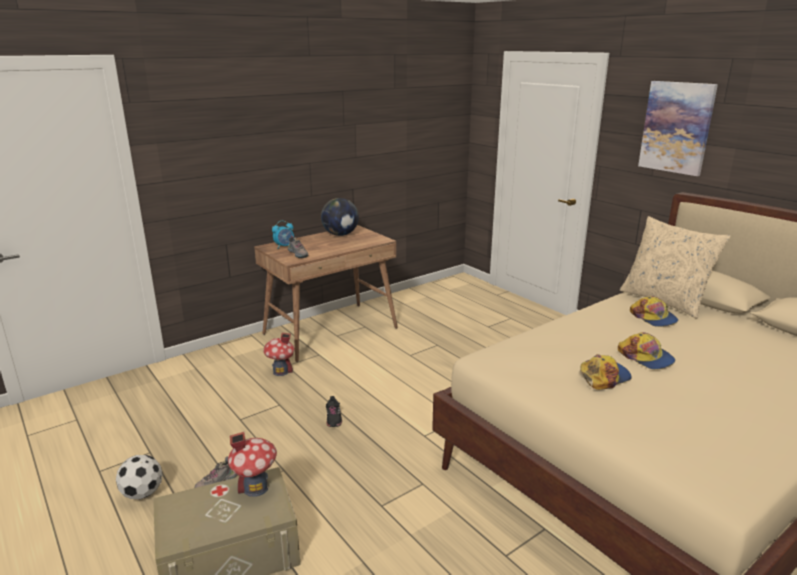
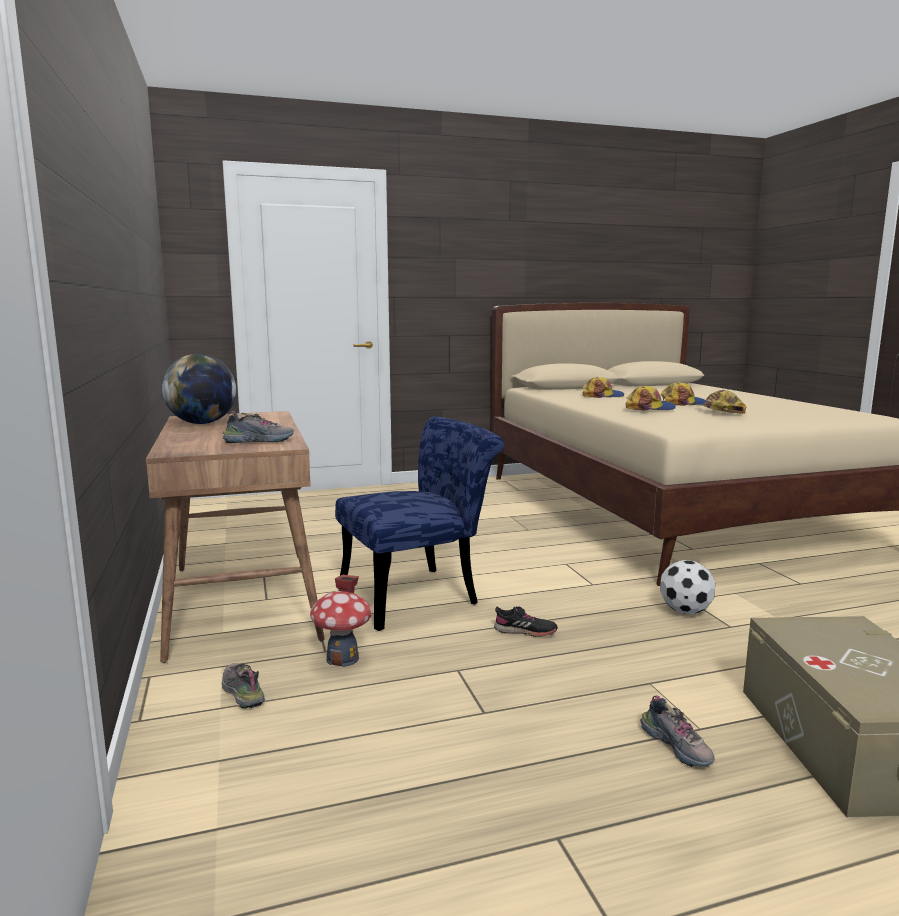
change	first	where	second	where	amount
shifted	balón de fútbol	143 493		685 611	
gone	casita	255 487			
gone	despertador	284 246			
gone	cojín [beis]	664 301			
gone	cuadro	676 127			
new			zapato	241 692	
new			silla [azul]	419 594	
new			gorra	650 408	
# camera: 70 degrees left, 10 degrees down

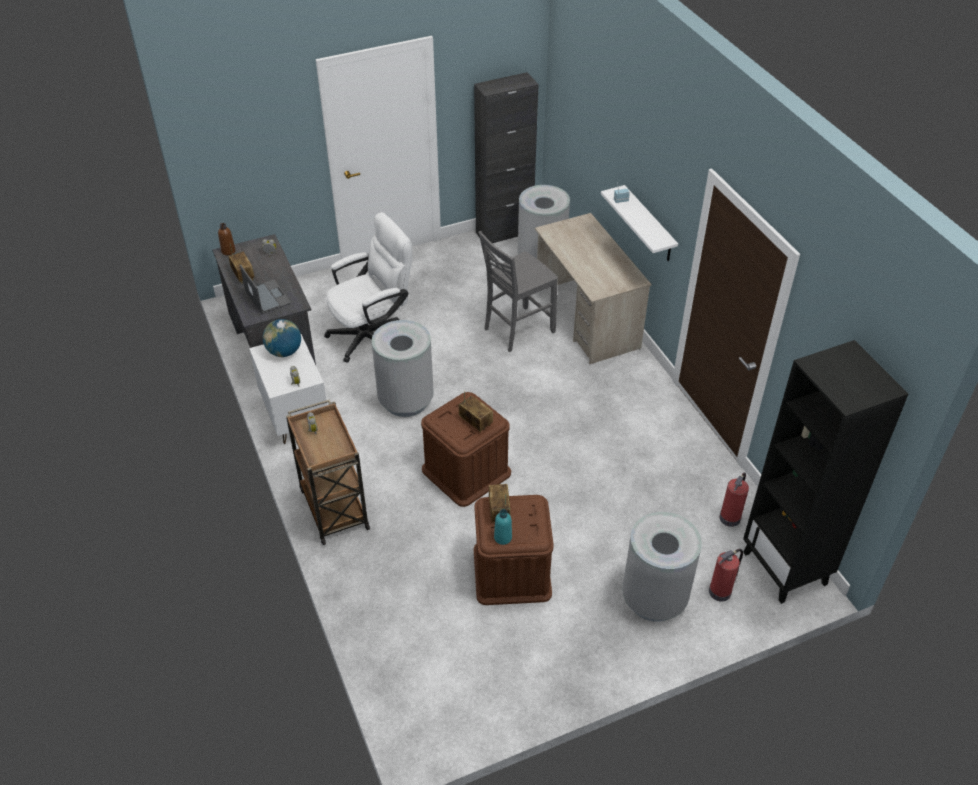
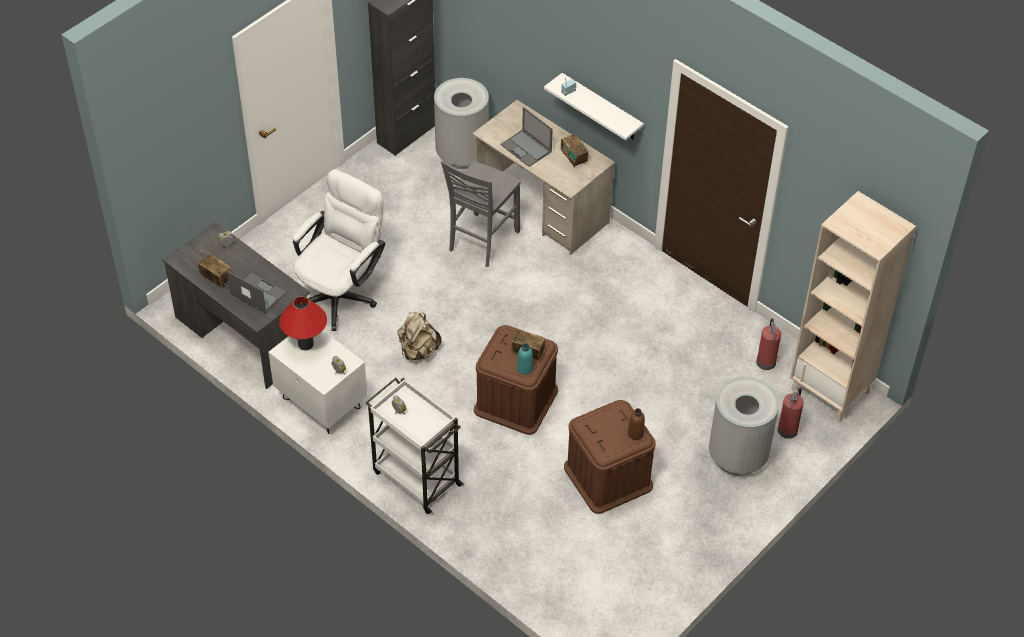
change	first	where	second	where	amount
shifted	botella [marrón]	228 251		635 433	
swapped	globo terráqueo	284 352	lámpara de mesa [rojo]	306 344	
repainted	carrito [marrón]	333 508	carrito [blanco]	415 477	
swapped	papelera [gris]	406 401	mochila [beis]	418 351	
shifted	radio	499 511		574 158	
shifted	botella [turquesa]	503 537		524 369	
repainted	estantería [negro]	785 568	estantería [beis]	830 390	
new			portátil	526 148	
# camera: 25 degrees left, 5 degrees up

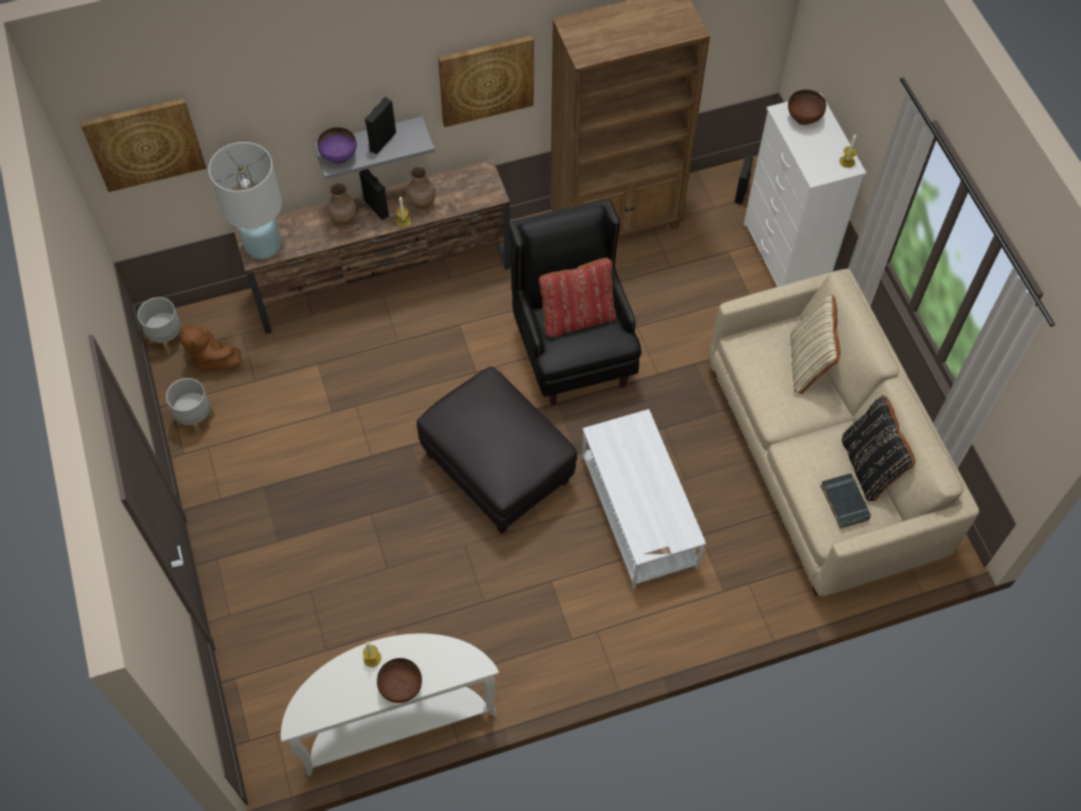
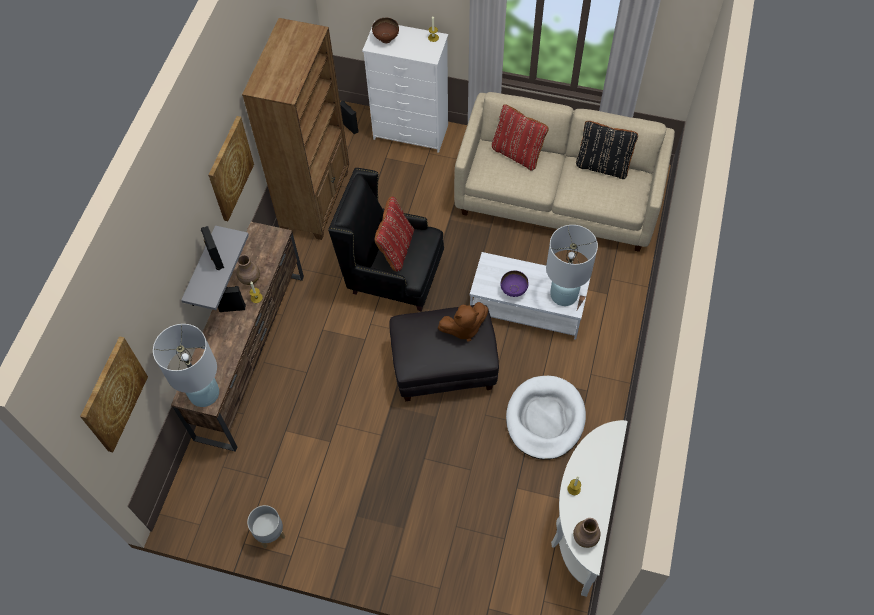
change	first	where	second	where	amount
gone	maceta [gris]	167 339			
shifted	peluche [marrón]	212 358		463 328	
shifted	cuenco [morado]	339 157		513 290	
shifted	florero [marrón]	343 218		585 538	
gone	cuenco [marrón]	401 687			
repainted	cojín [beis]	808 364	cojín [rojo]	517 153	
gone	libro [negro]	845 502			
new			cama para perro [blanco]	545 419	
new			lámpara de mesa [blanco]	563 295	
# camera: 55 degrees left, 0 degrees up

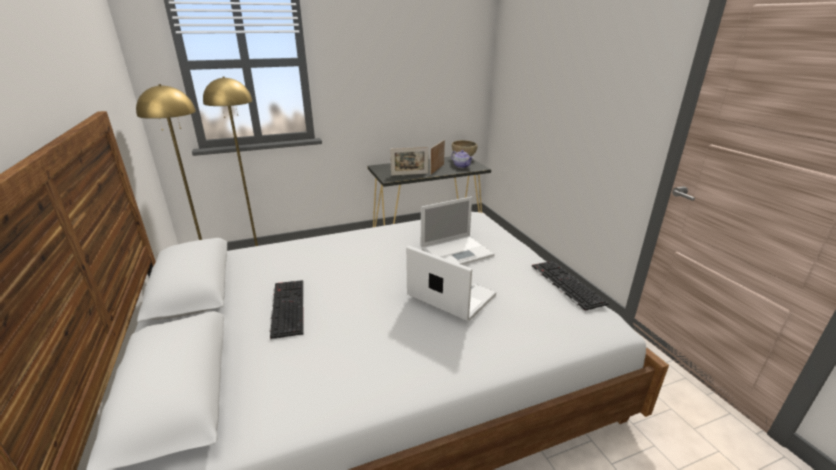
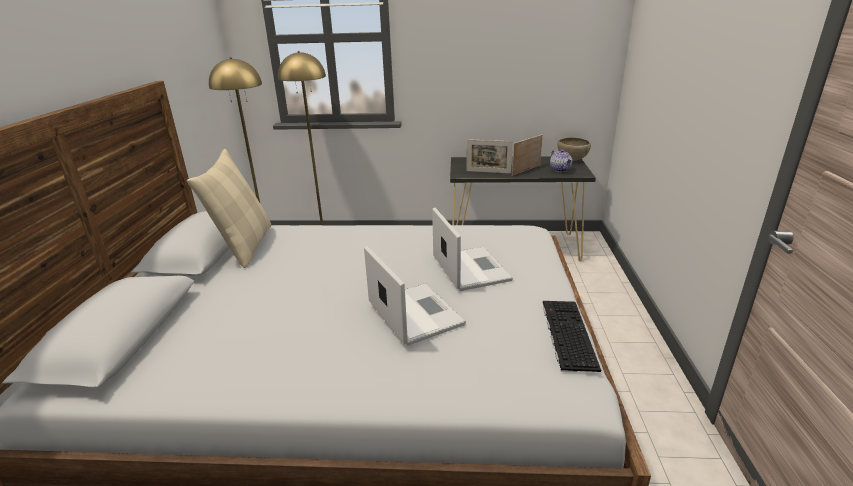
change	first	where	second	where	amount
gone	teclado	286 307			
rotated	portátil	457 252		470 268	105 degrees counterclockwise
new			cojín [beis]	245 246	
# camera: 25 degrees right, 0 degrees up

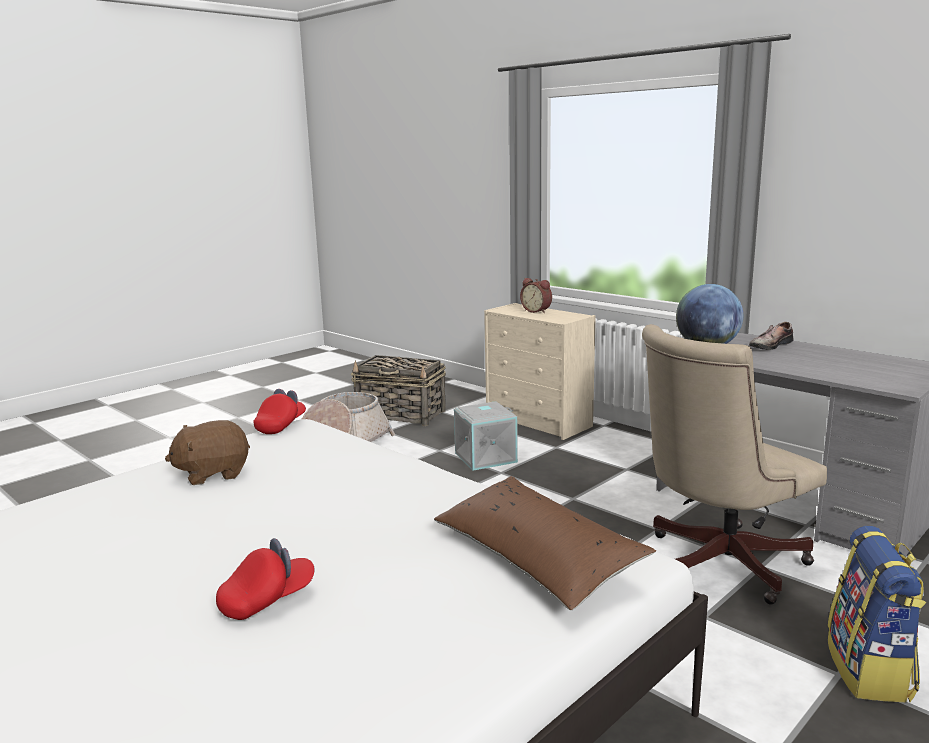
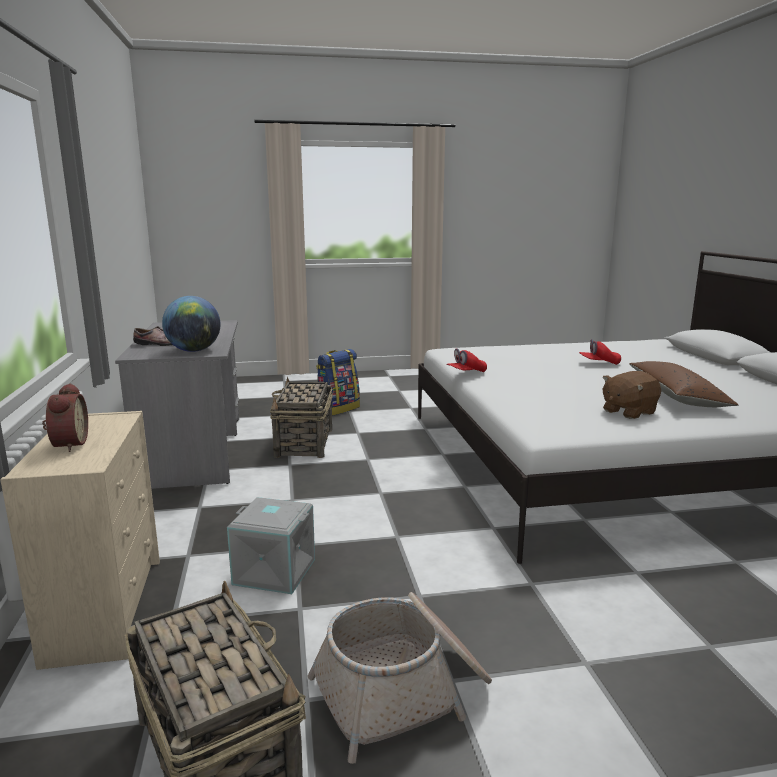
change	first	where	second	where	amount
rotated	peluche [marrón]	213 473		628 412	135 degrees clockwise
shifted	gorra [rojo]	281 425		466 373	
shifted	cojín [marrón]	536 557		677 396	
swapped	silla de oficina [beis]	717 564	cesta	304 443	
# camera: 145 degrees left, 0 degrees up

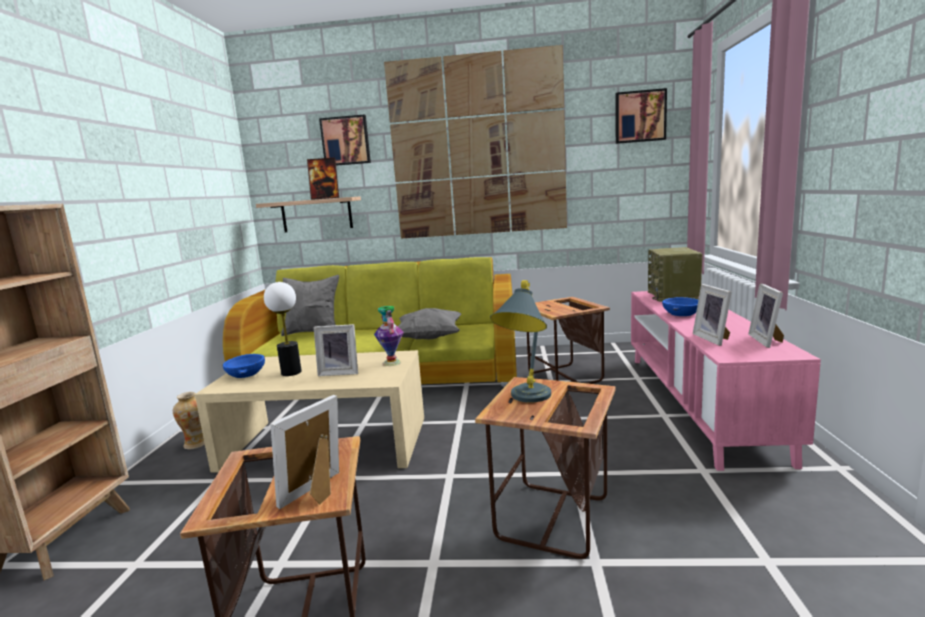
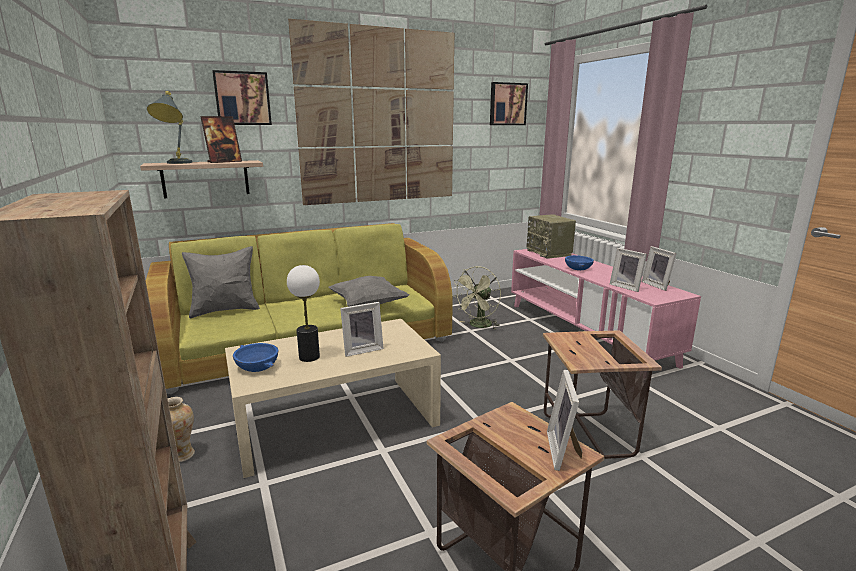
change	first	where	second	where	amount
gone	florero	391 363			
shifted	lámpara de mesa [gris]	525 400		175 163	
swapped	mesa auxiliar	565 377	ventilador [verde]	478 326	
# camera: 30 degrees left, 5 degrees up

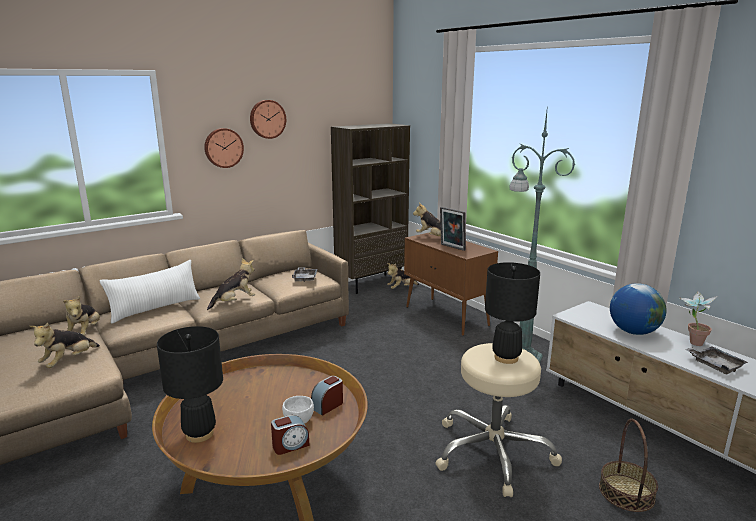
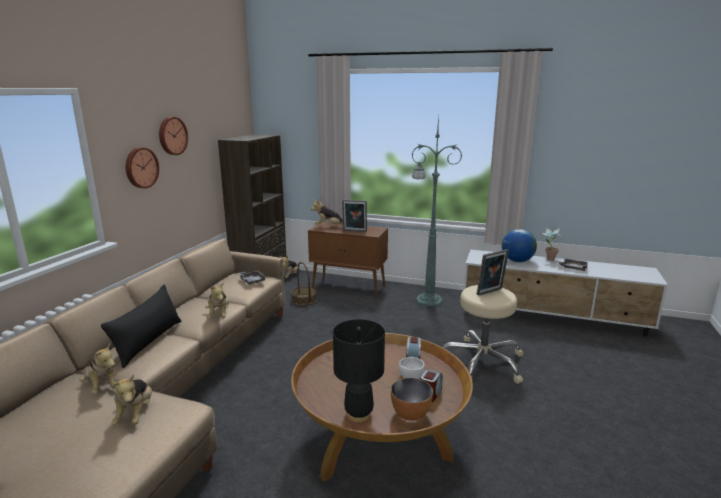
change	first	where	second	where	amount
repainted	cojín [blanco]	155 309	cojín [negro]	148 342	
rotated	peluche	235 302		219 315	150 degrees clockwise
swapped	lámpara de mesa [negro]	506 358	portarretratos	490 292	
shifted	cesta	626 492		304 300	
new			cuenco	410 414	
# camera: 35 degrees left, 0 degrees up

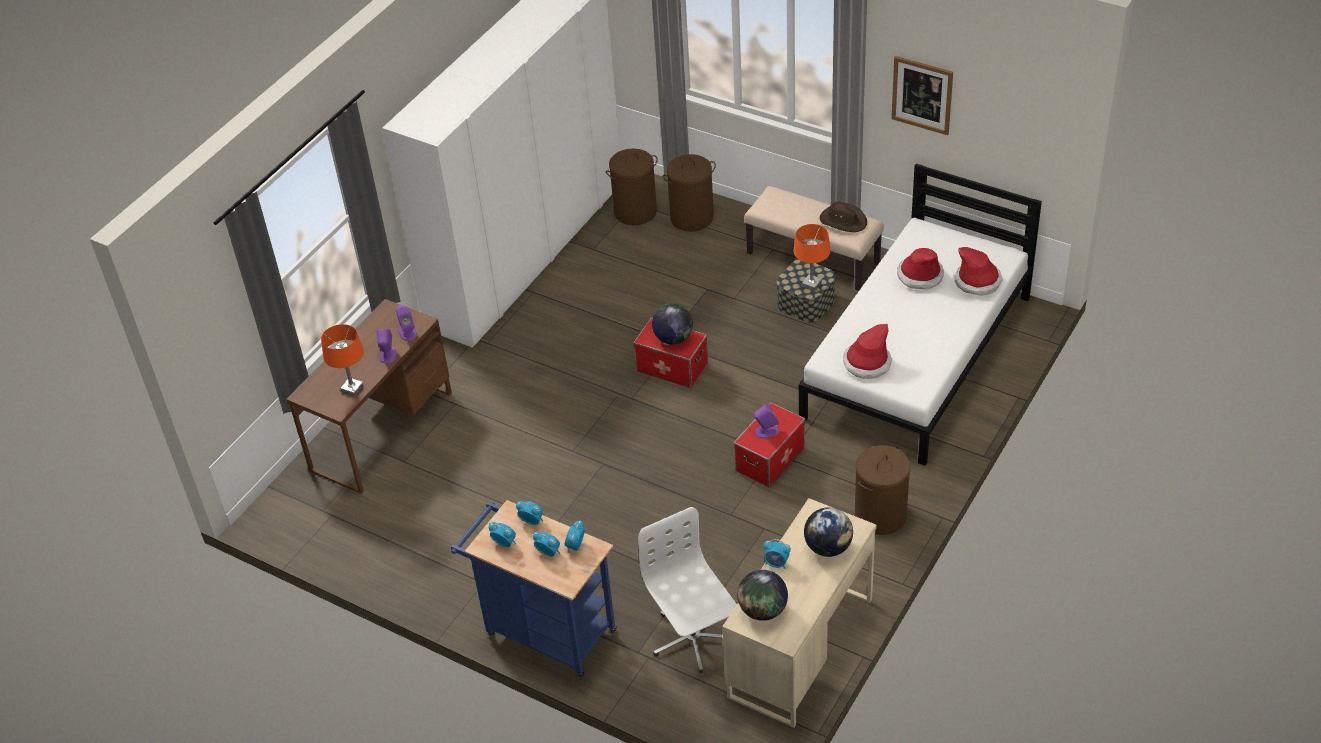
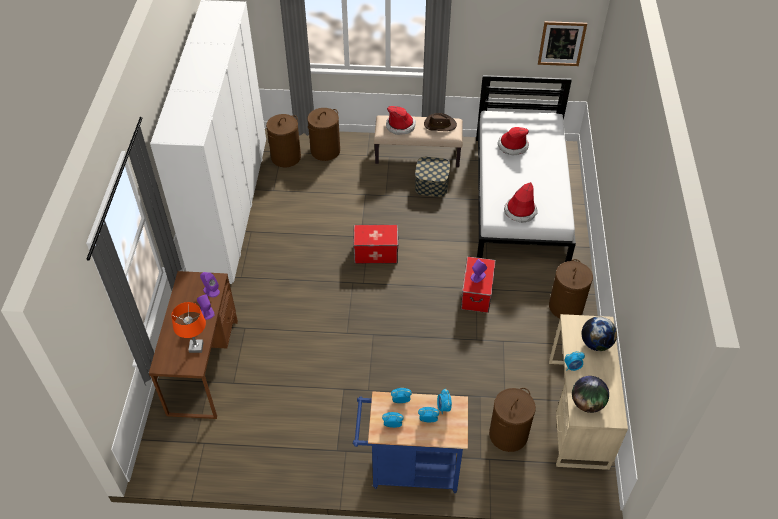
change	first	where	second	where	amount
swapped	silla de oficina [blanco]	692 638	cesto de la ropa [marrón]	508 434	
gone	globo terráqueo	673 338			
gone	lámpara de mesa [naranja]	811 284			
shifted	cuadro	922 95		561 43	
shifted	sombrero	978 281		400 126	
# camera: 30 degrees left, 5 degrees up

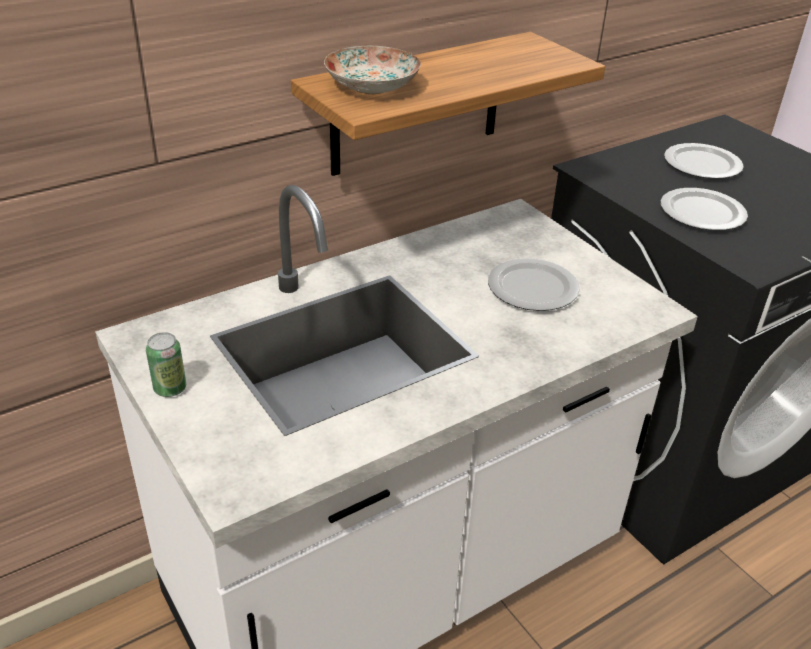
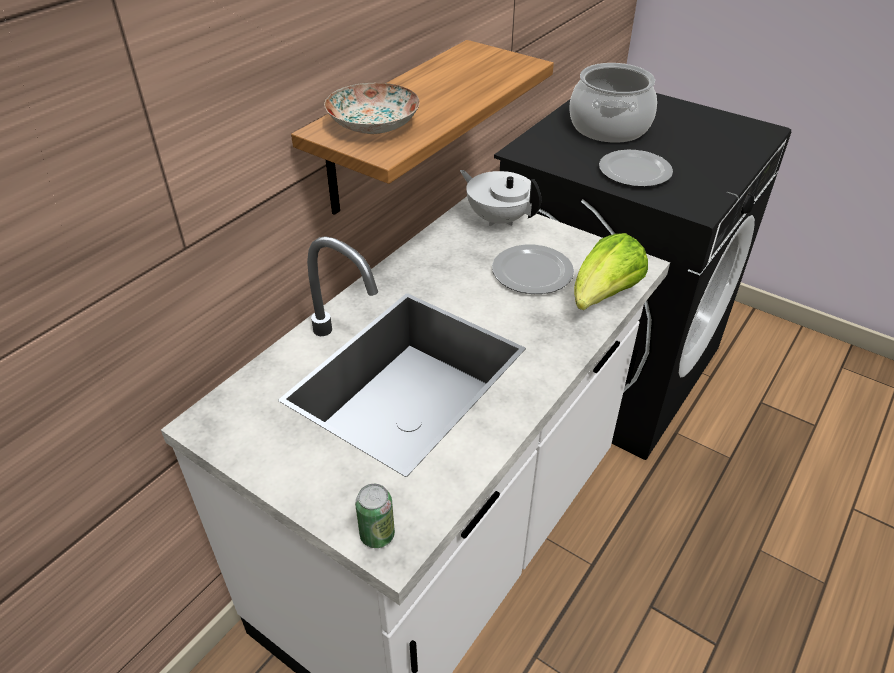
change	first	where	second	where	amount
shifted	lata	170 388		377 535	
swapped	plato	701 164	olla	608 127	
new			tetera [blanco]	498 218	
new			lechuga	603 297	
# camera: 20 degrees left, 5 degrees up

